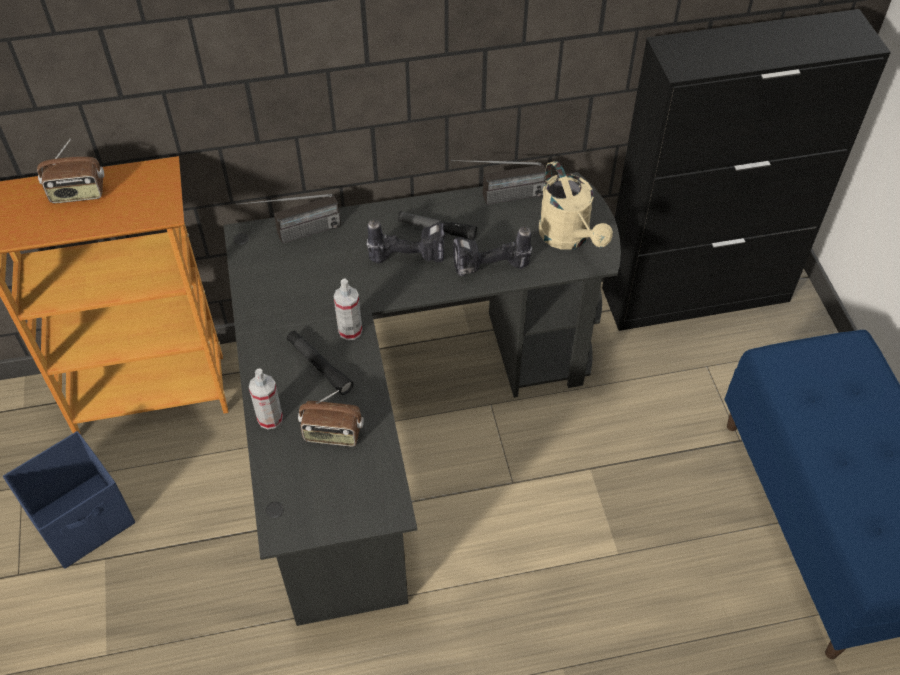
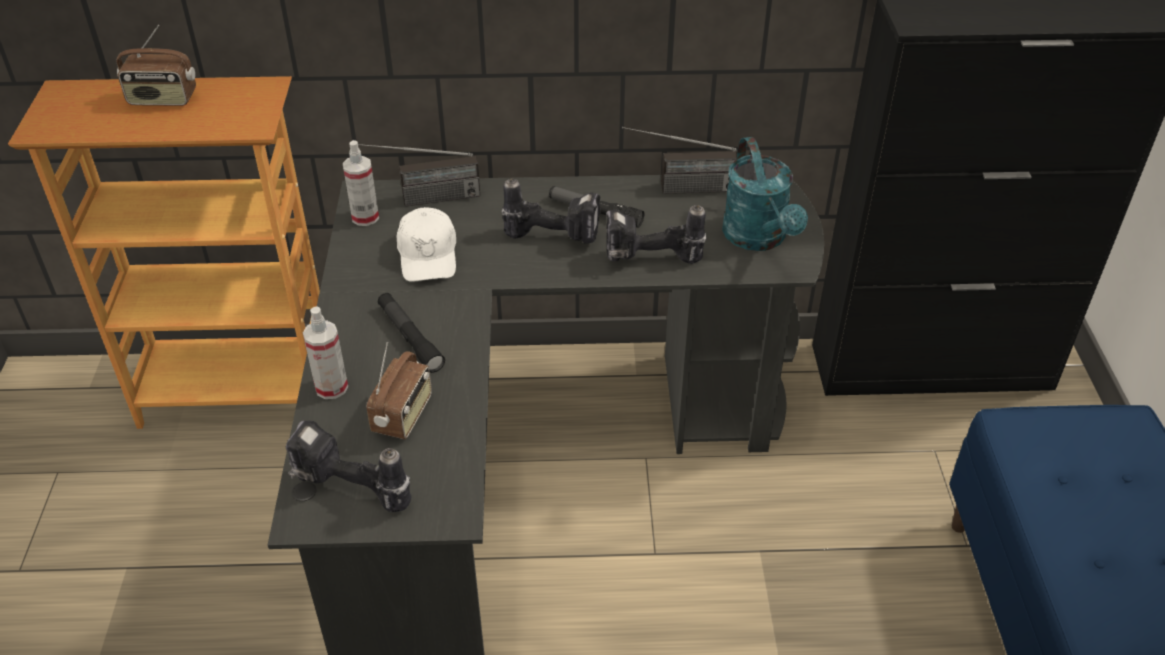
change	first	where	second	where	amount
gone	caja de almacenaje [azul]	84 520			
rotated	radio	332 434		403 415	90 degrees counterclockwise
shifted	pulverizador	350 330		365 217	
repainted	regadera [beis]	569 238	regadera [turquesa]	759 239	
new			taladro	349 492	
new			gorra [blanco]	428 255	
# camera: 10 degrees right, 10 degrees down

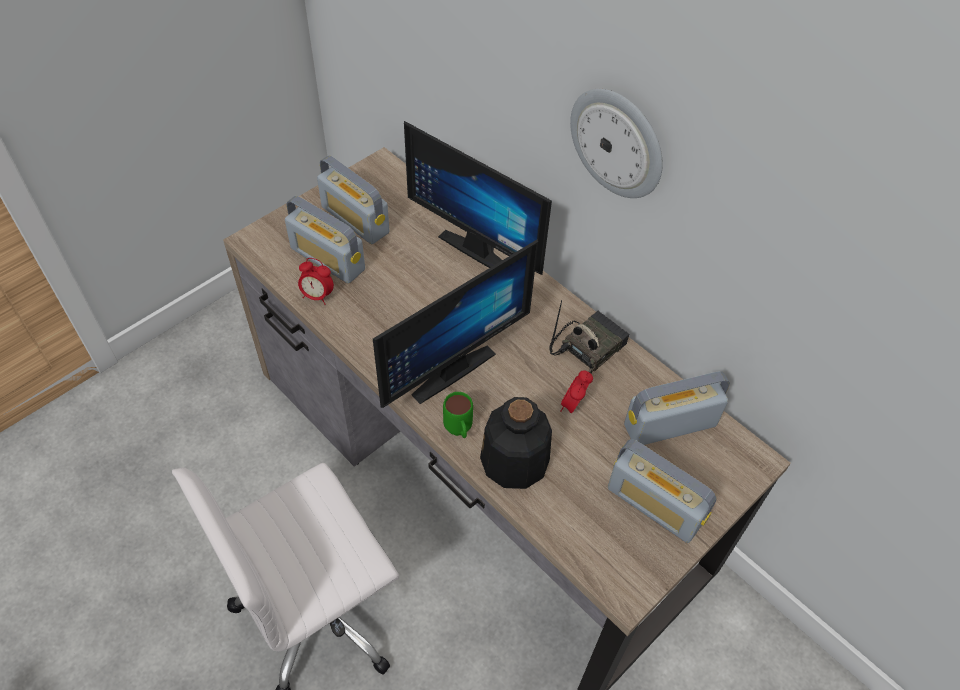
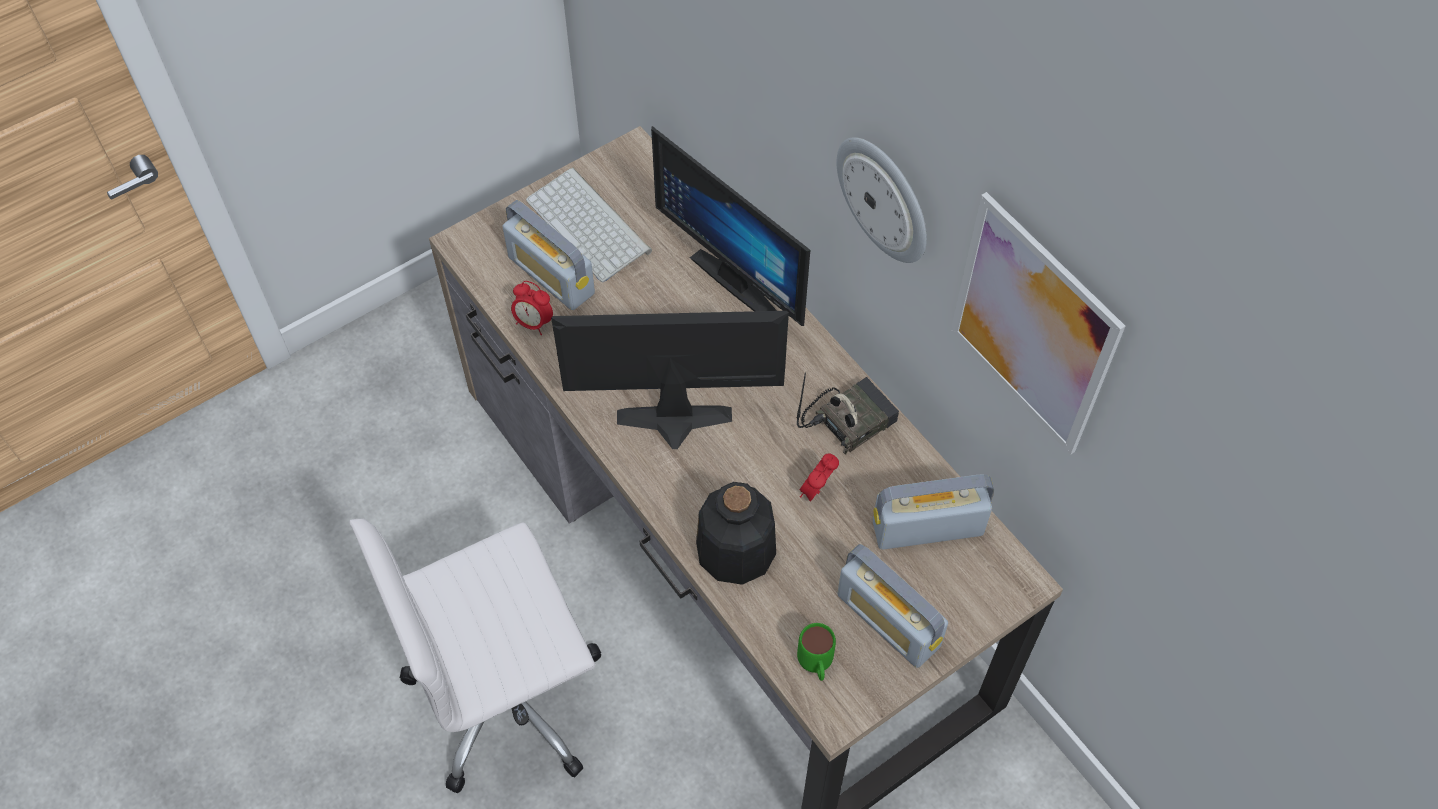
change	first	where	second	where	amount
swapped	radio	355 220	teclado	591 225	
rotated	monitor	446 366		675 428	150 degrees counterclockwise
shifted	taza grande [verde]	459 432		815 667	
new			cuadro	1032 326	
# camera: 10 degrees right, 5 degrees up

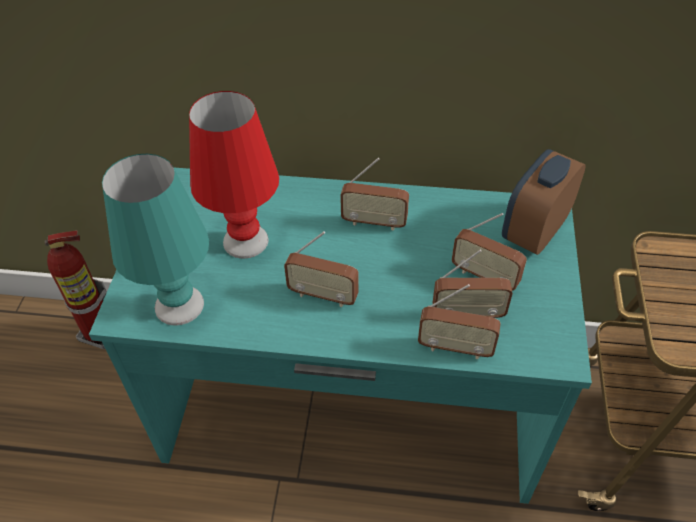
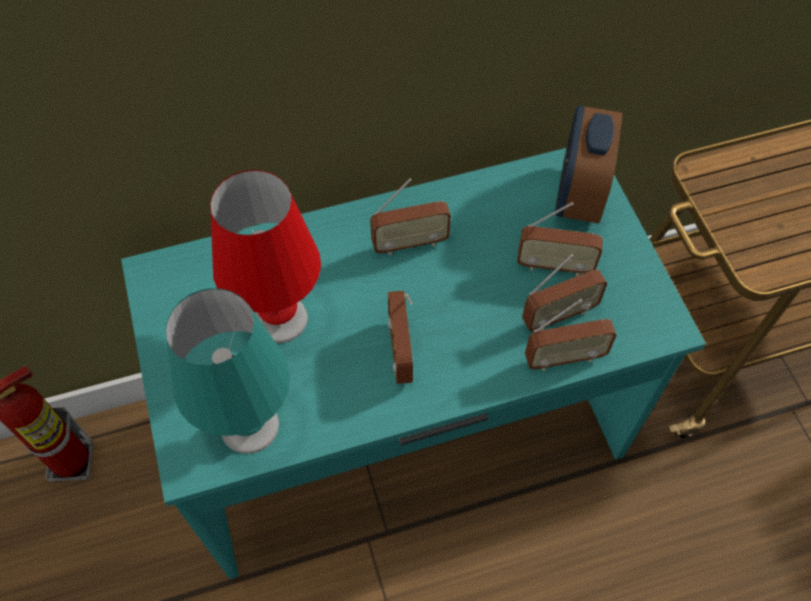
change	first	where	second	where	amount
rotated	radio	323 295		401 351	90 degrees clockwise
# camera: 25 degrees left, 10 degrees up

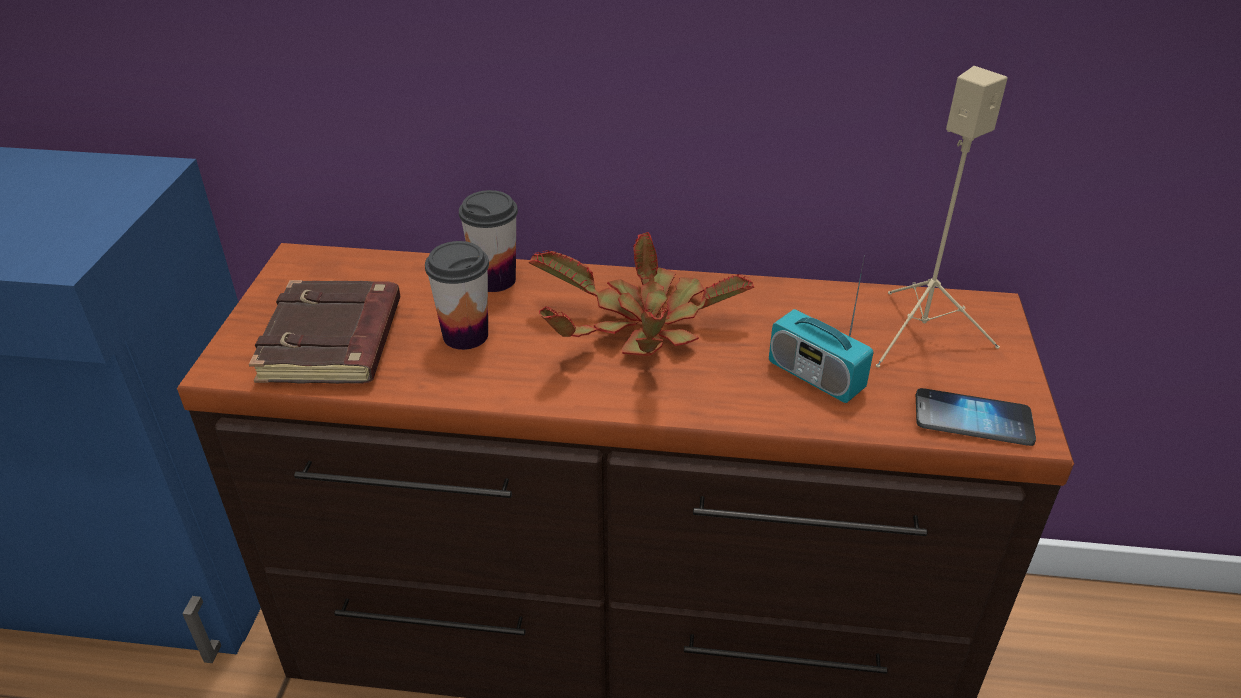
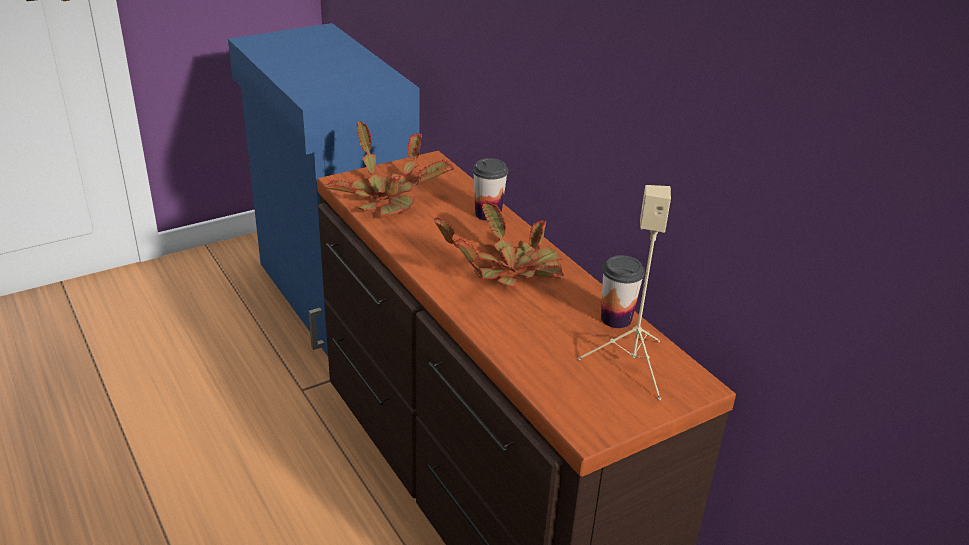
change	first	where	second	where	amount
swapped	libro [marrón]	334 343	planta en maceta	387 197	
shifted	taza	465 335		616 319	
gone	radio	815 376			
gone	móvil	973 419			
# camera: 50 degrees right, 5 degrees down

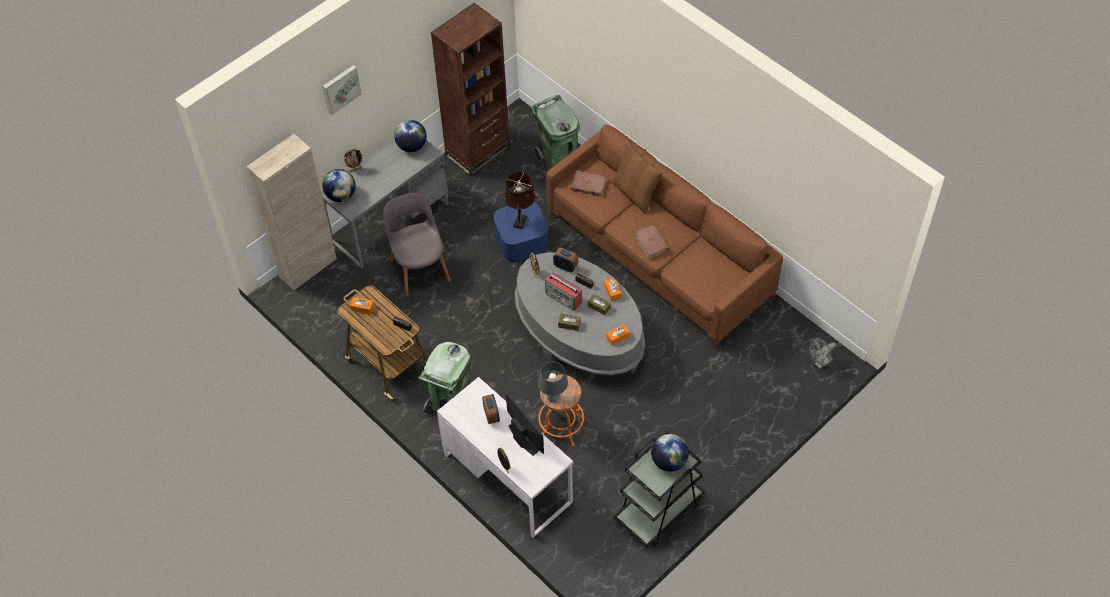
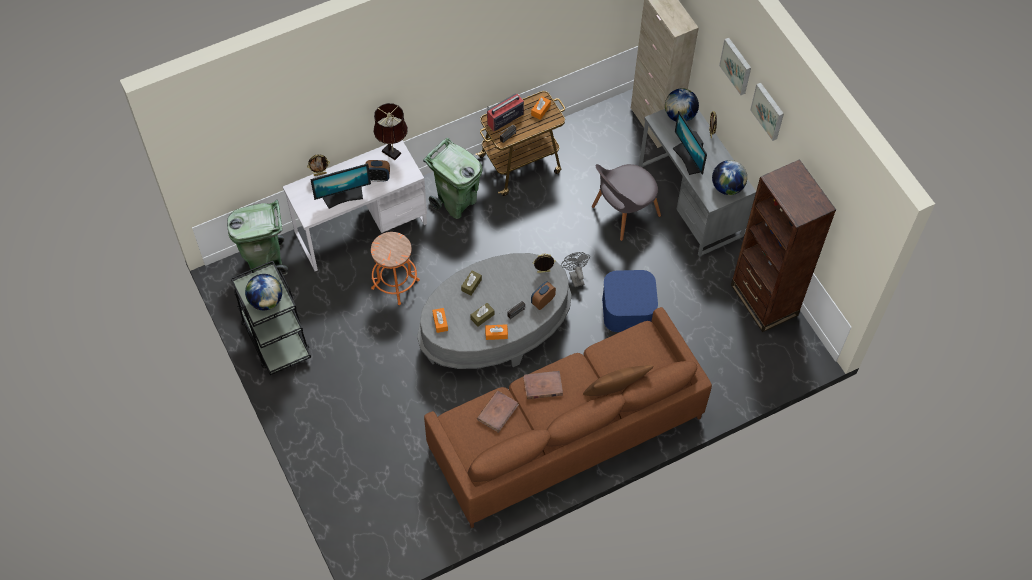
change	first	where	second	where	amount
rotated	silla [gris]	419 268		623 213	150 degrees clockwise
shifted	lámpara de mesa [marrón]	521 220		393 153	
shifted	papelera [verde]	557 160		266 260	
gone	lámpara de mesa [gris]	553 398			
shifted	radio	564 298		504 119	
shifted	libro [marrón]	588 185		497 412	
shifted	ventilador [gris]	820 363		575 276	
new			monitor	688 158	
new			cuadro	769 110	
# camera: 105 degrees right, 5 degrees up

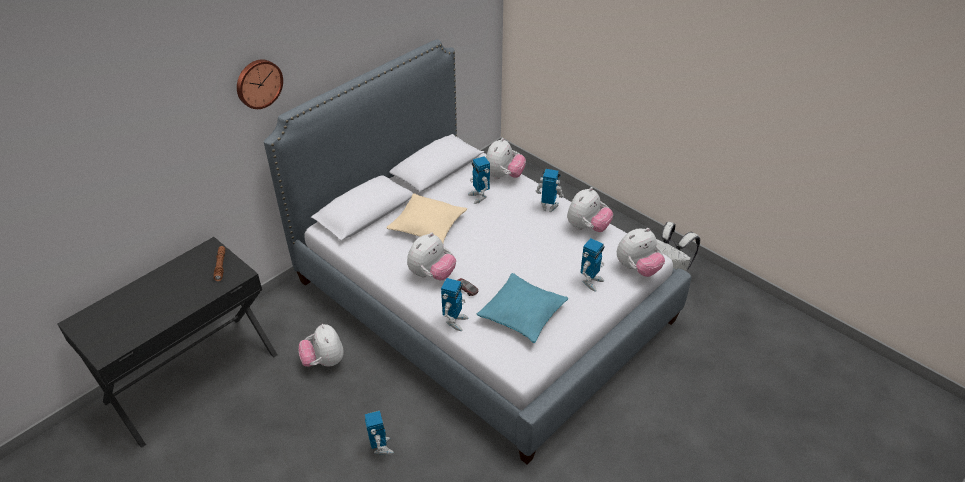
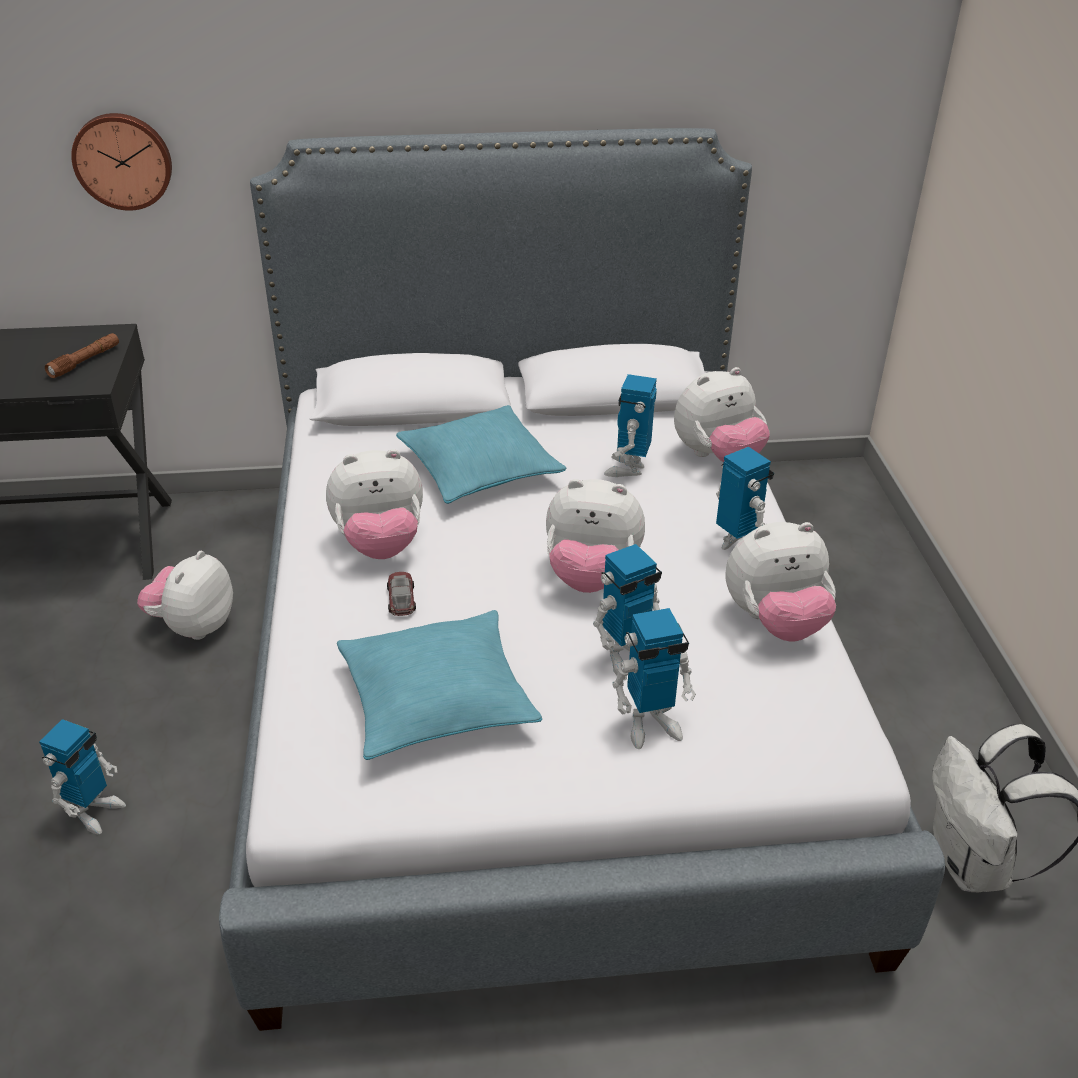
change	first	where	second	where	amount
shifted	reloj de pared	258 83		123 160	
repainted	cojín [beis]	427 225	cojín [turquesa]	480 469	
shifted	robot de juguete	455 321		627 657	
shifted	peluche	637 268		591 576	
# camera: 40 degrees right, 5 degrees down

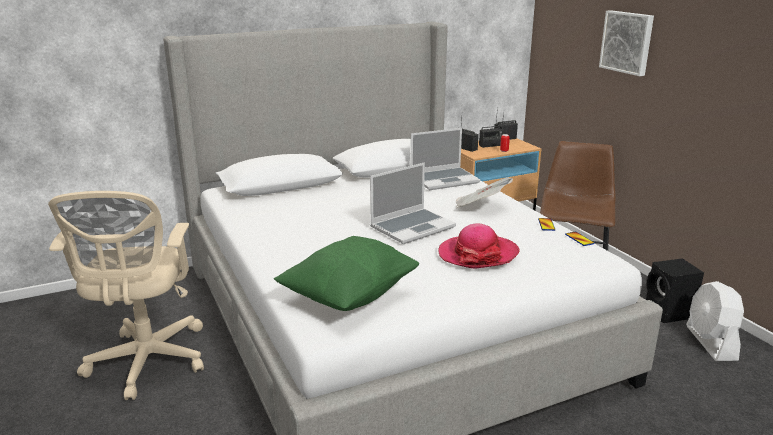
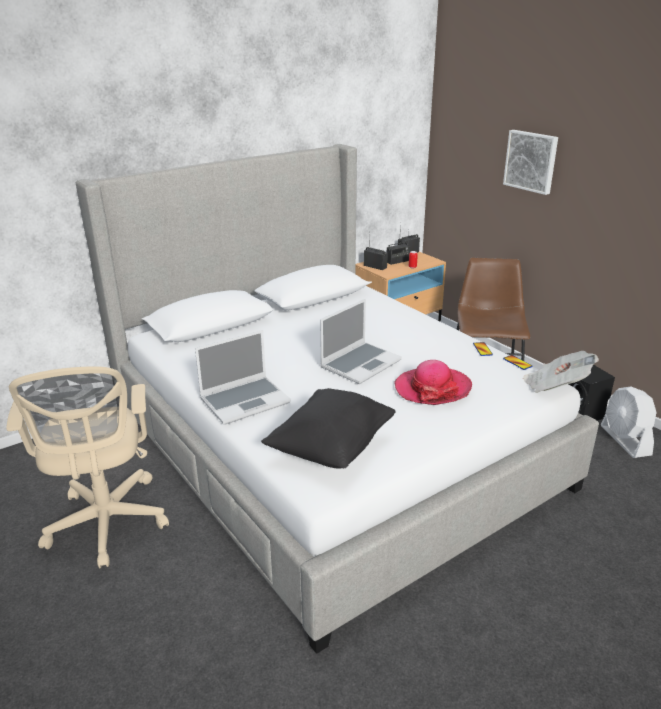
change	first	where	second	where	amount
repainted	cojín [verde]	349 296	cojín [negro]	331 448	
shifted	portátil	444 179		245 400	
shifted	periódico	480 207		555 386	
# camera: 10 degrees left, 5 degrees up

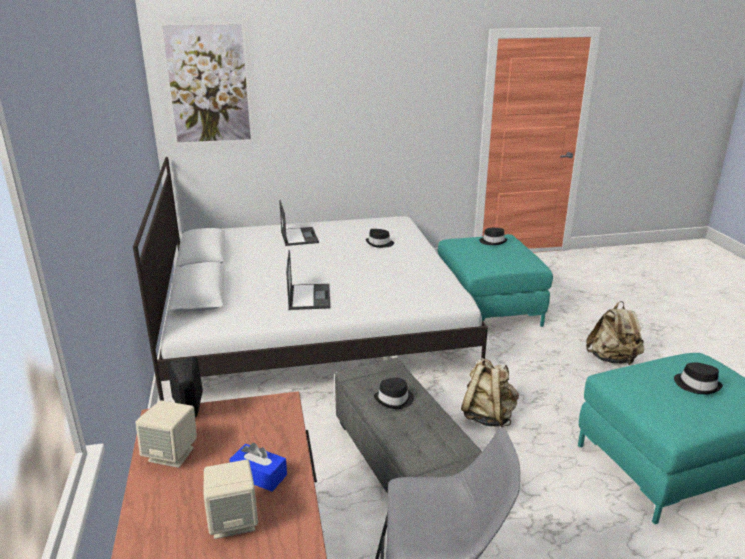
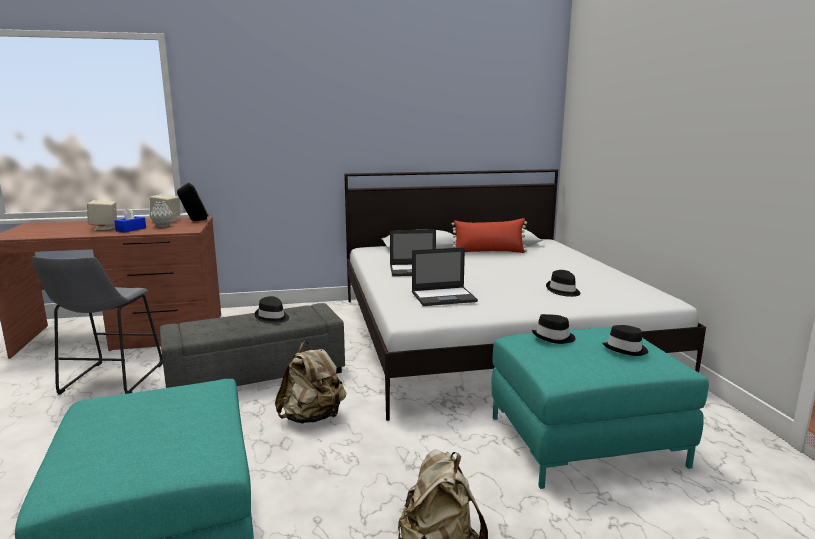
change	first	where	second	where	amount
gone	cuadro	208 84			
shifted	portátil	299 236		444 297	
shifted	sombrero [negro]	697 385		554 337	
new			florero [gris]	162 226	
new			cojín [rojo]	489 252	
# camera: 90 degrees right, 10 degrees down

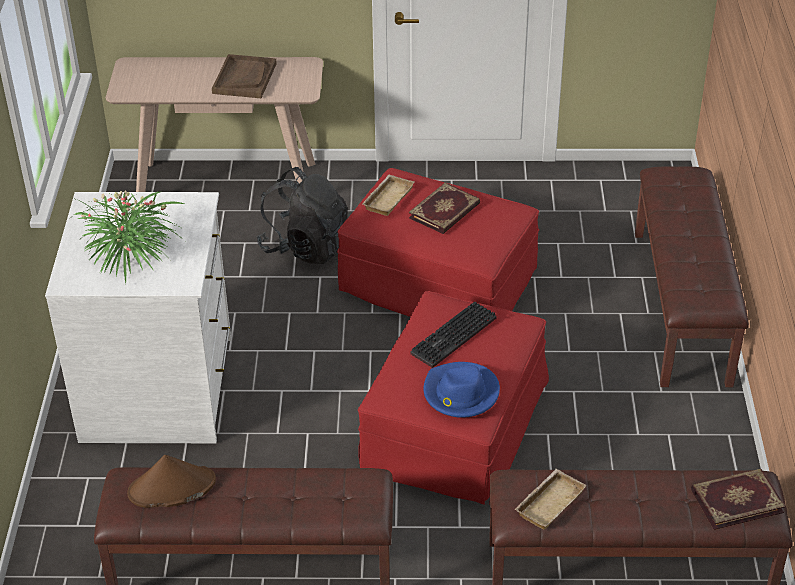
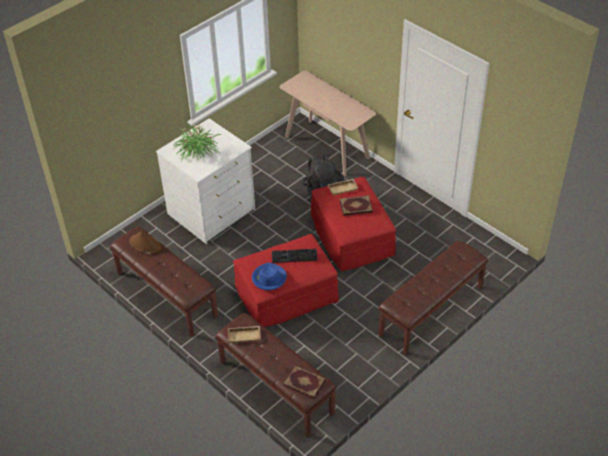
change	first	where	second	where	amount
gone	bandeja [marrón]	244 78			
# camera: 45 degrees right, 5 degrees up

